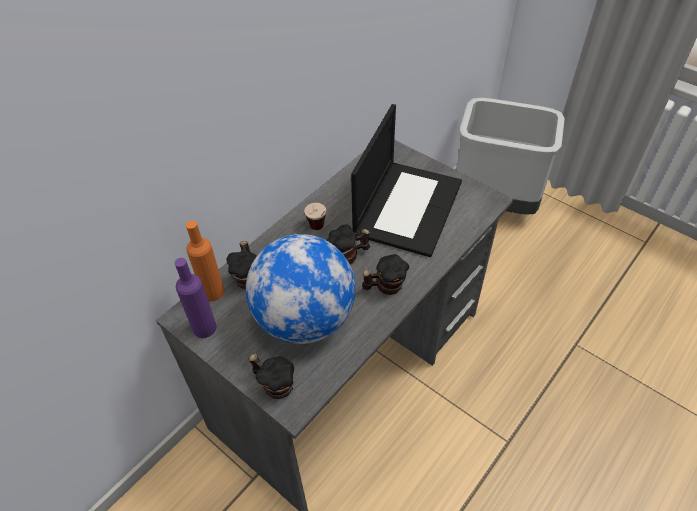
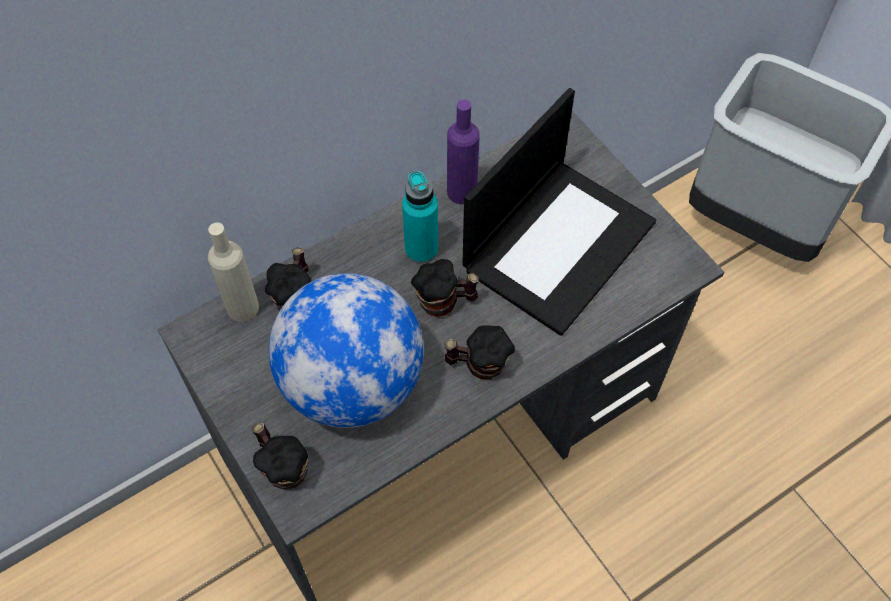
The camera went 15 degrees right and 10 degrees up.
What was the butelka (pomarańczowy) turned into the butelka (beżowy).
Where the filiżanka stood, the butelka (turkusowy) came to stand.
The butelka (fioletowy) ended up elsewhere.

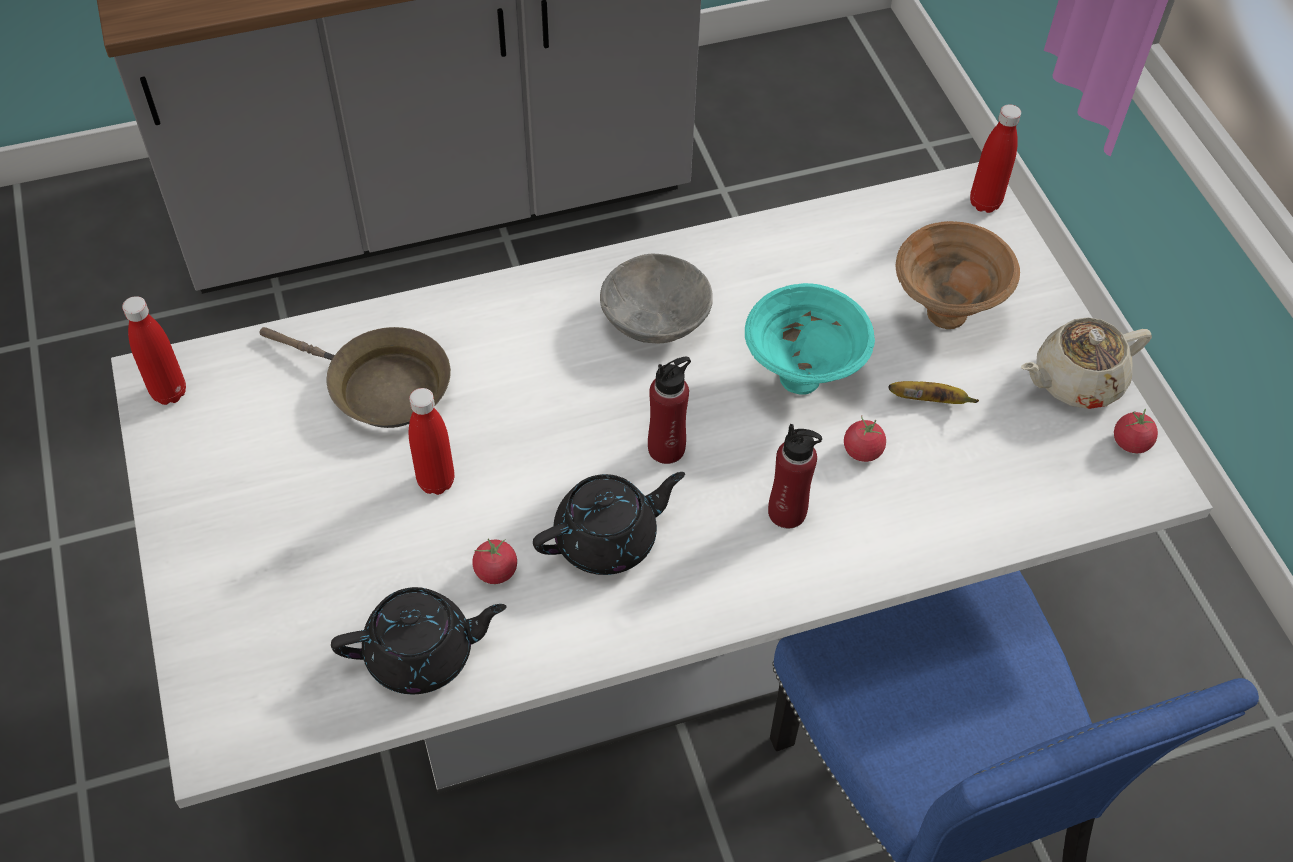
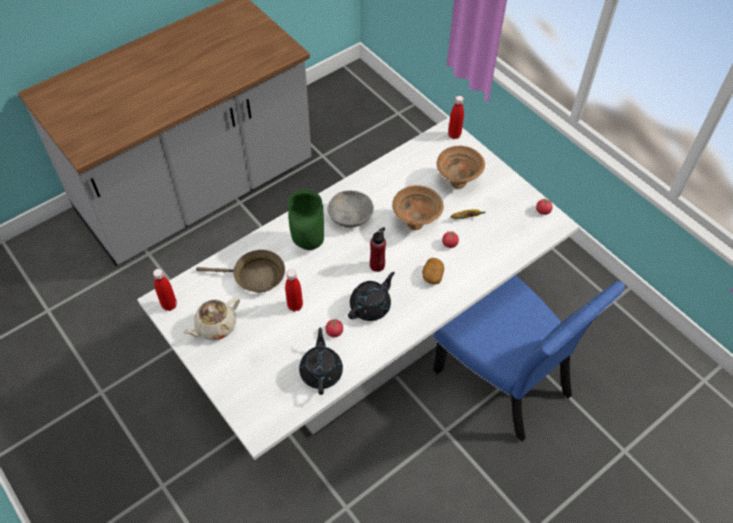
The camera went 20 degrees left and 0 degrees up.
The imbryk (beżowy) ended up elsewhere.
The second view gained the wazon (zielony).
The imbryk (czarny) (1st from left) ended up facing another way, 60 degrees counterclockwise from before.
What was the miska (turkusowy) turned into the miska (brązowy) (1st from left).
Where the butelka (czerwony) (4th from left) stood, the ziemniak came to stand.

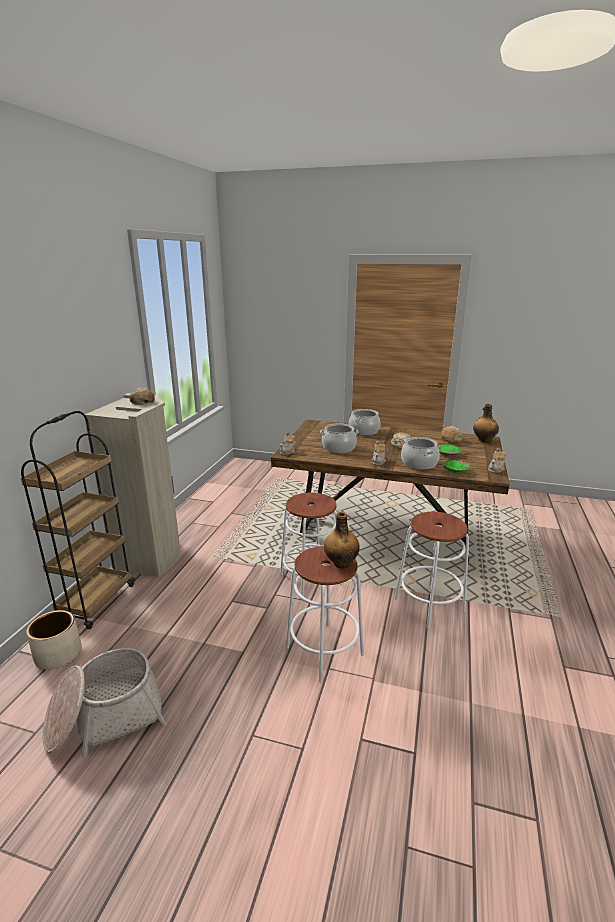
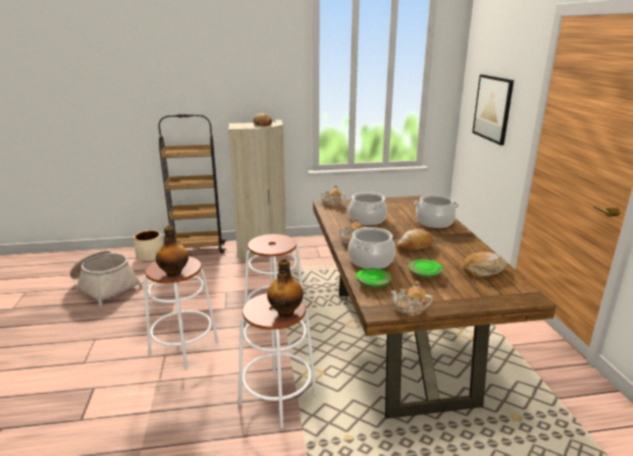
The camera went 65 degrees right and 0 degrees up.
The butelka (2nd from left) ended up elsewhere.
The second view gained the obraz.

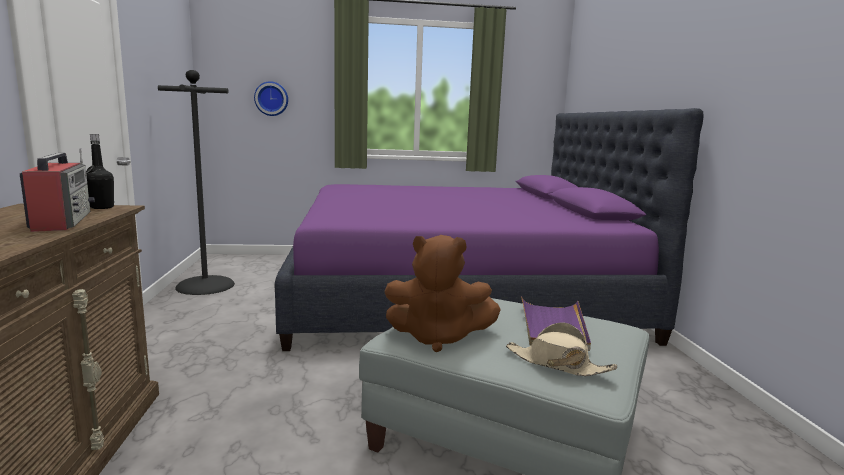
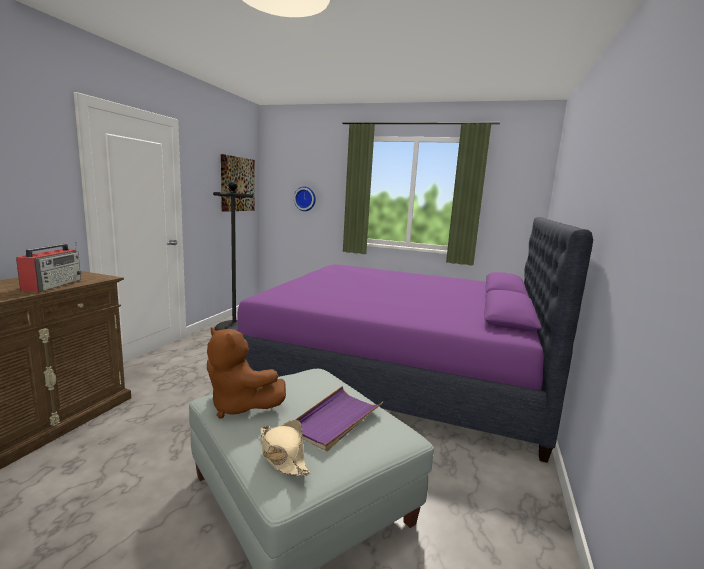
The camera went 25 degrees right and 0 degrees up.
The second view gained the obraz.
The second view lost the butelka (czarny).

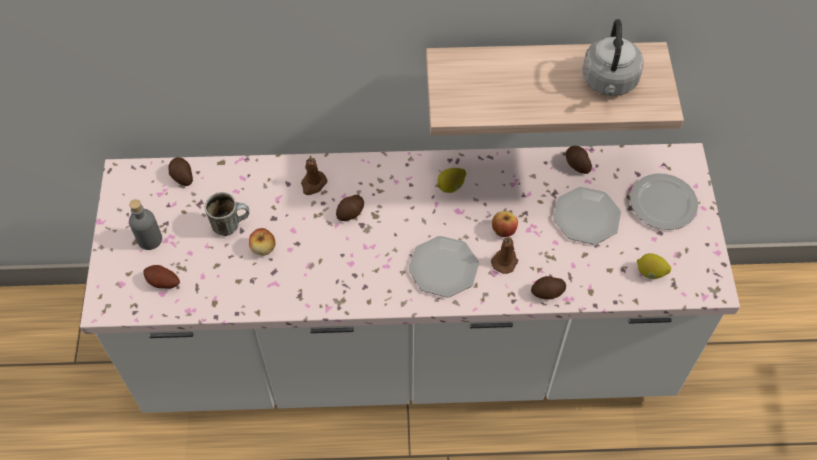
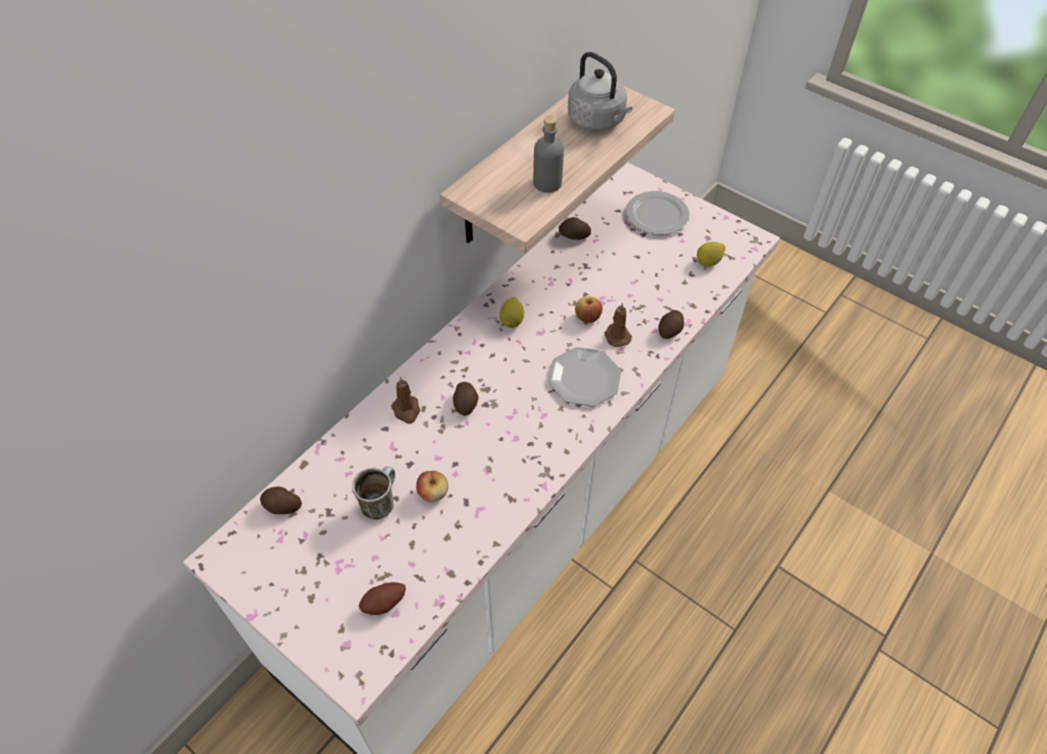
The camera went 50 degrees left and 5 degrees down.
The butelka (szary) ended up elsewhere.
The second view lost the talerz (2nd from left).

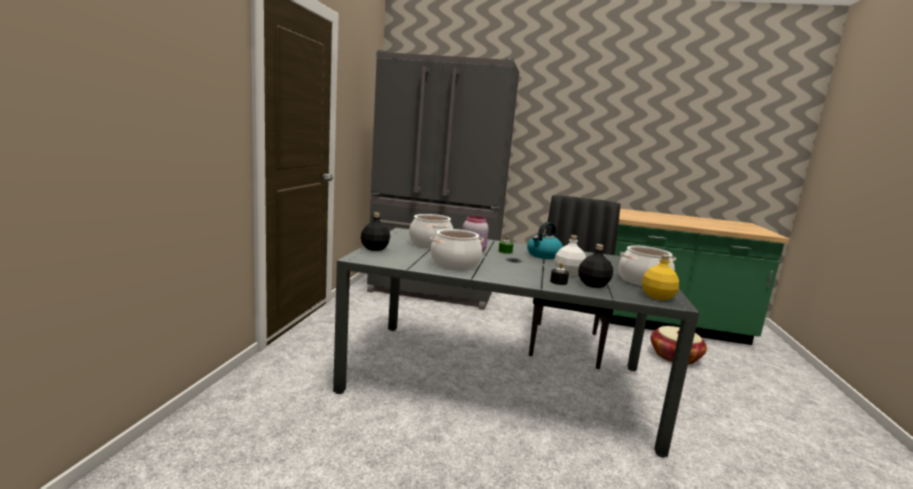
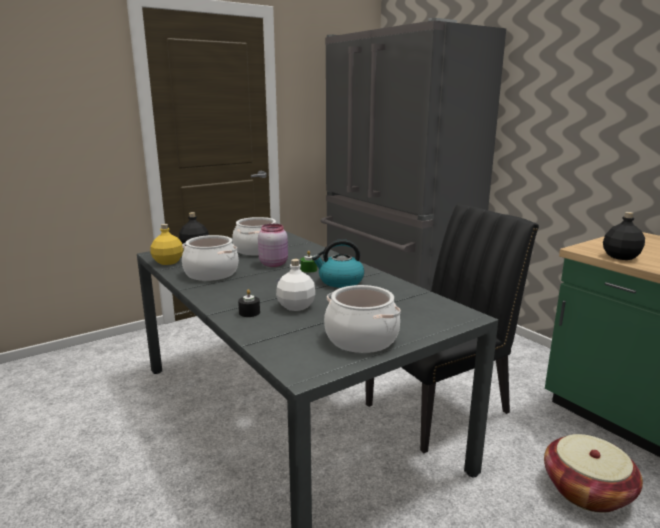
The camera went 45 degrees right and 5 degrees up.
The butelka (żółty) ended up elsewhere.
The butelka (czarny) (2nd from left) ended up elsewhere.

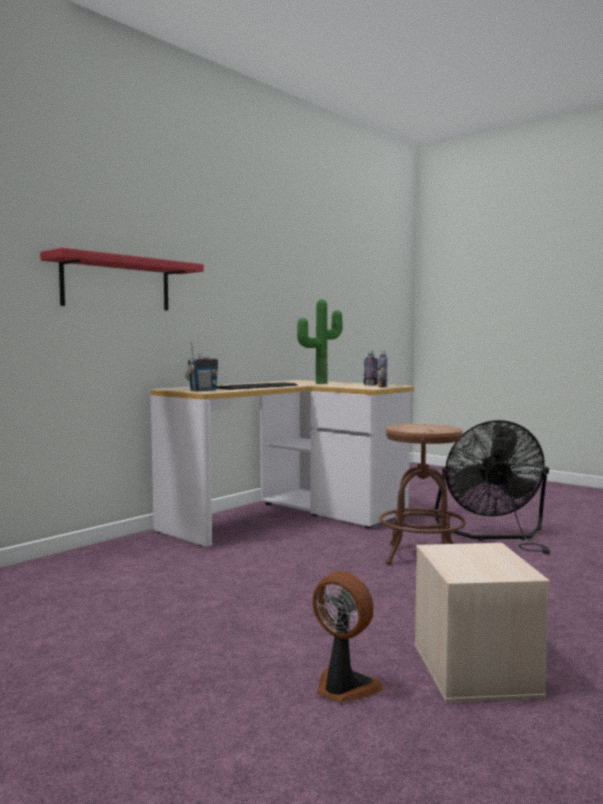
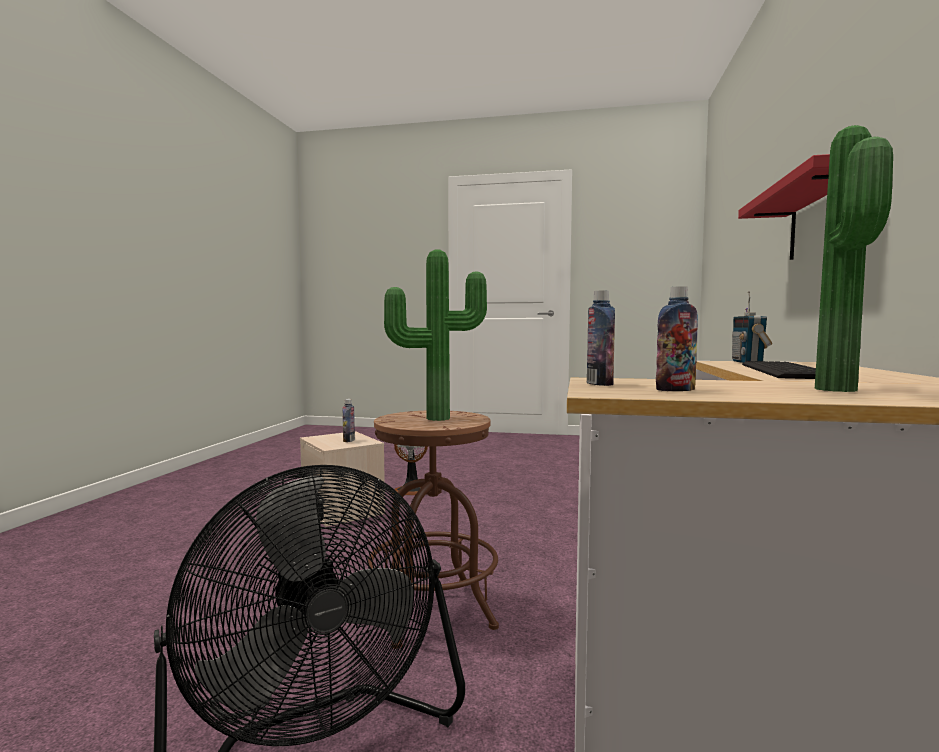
The camera went 150 degrees right and 0 degrees up.
The second view gained the butelka (1st from left).
The second view gained the roślina doniczkowa (1st from left).

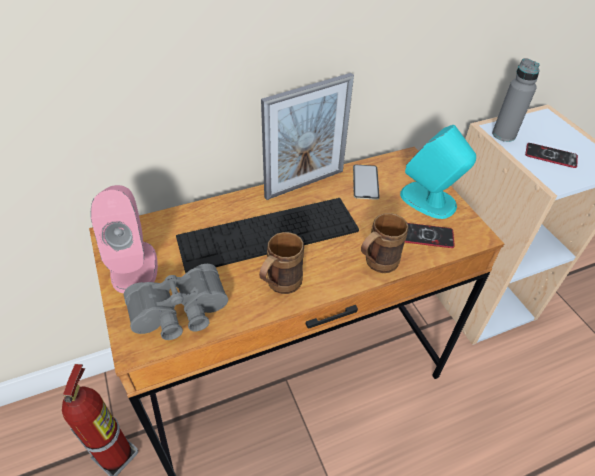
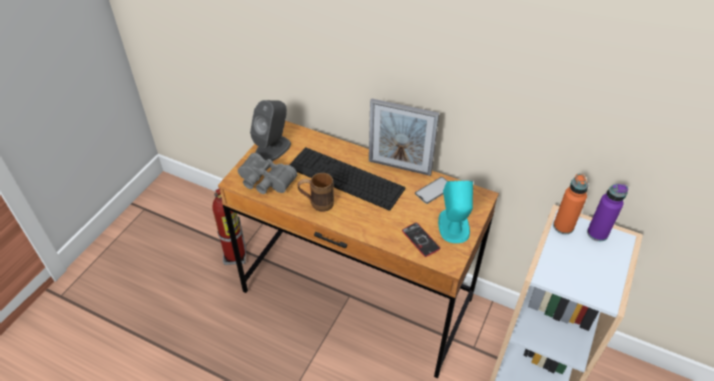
The camera went 50 degrees right and 0 degrees up.
What was the głośnik (różowy) turned into the głośnik (szary).
What was the butelka (szary) turned into the butelka (pomarańczowy).
The second view gained the butelka (fioletowy).
The second view lost the kubek (brązowy) (2nd from left).
The second view lost the telefon (3rd from left).

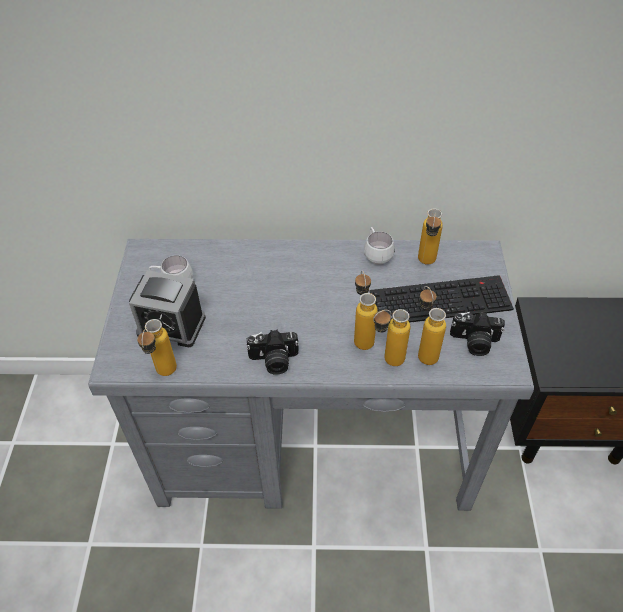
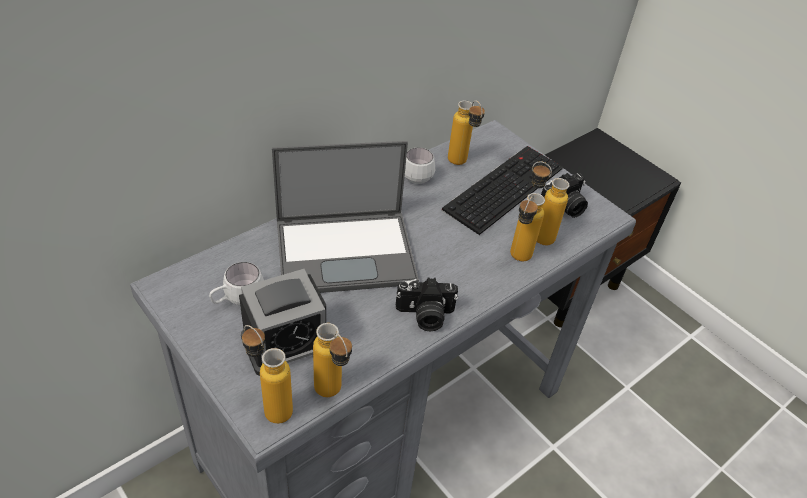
The camera went 45 degrees left and 5 degrees down.
The butelka (2nd from left in the first image) ended up elsewhere.
The second view gained the laptop.
The aparat fotograficzny (1st from left) ended up facing another way, 45 degrees clockwise from before.

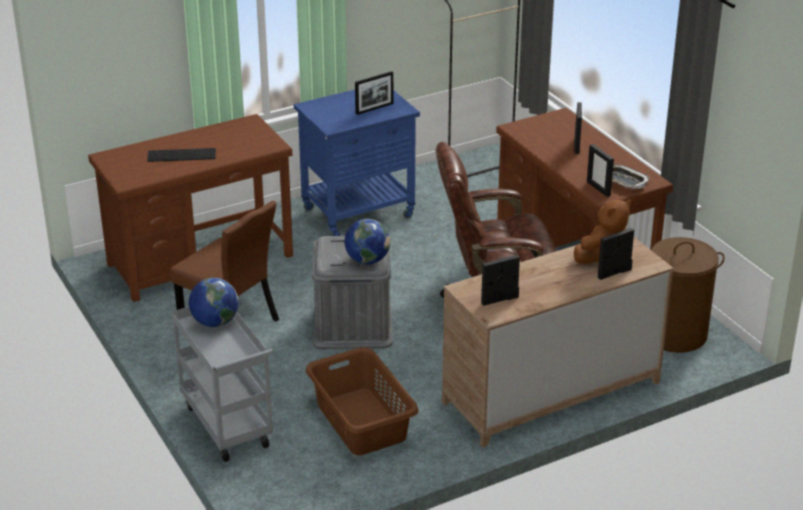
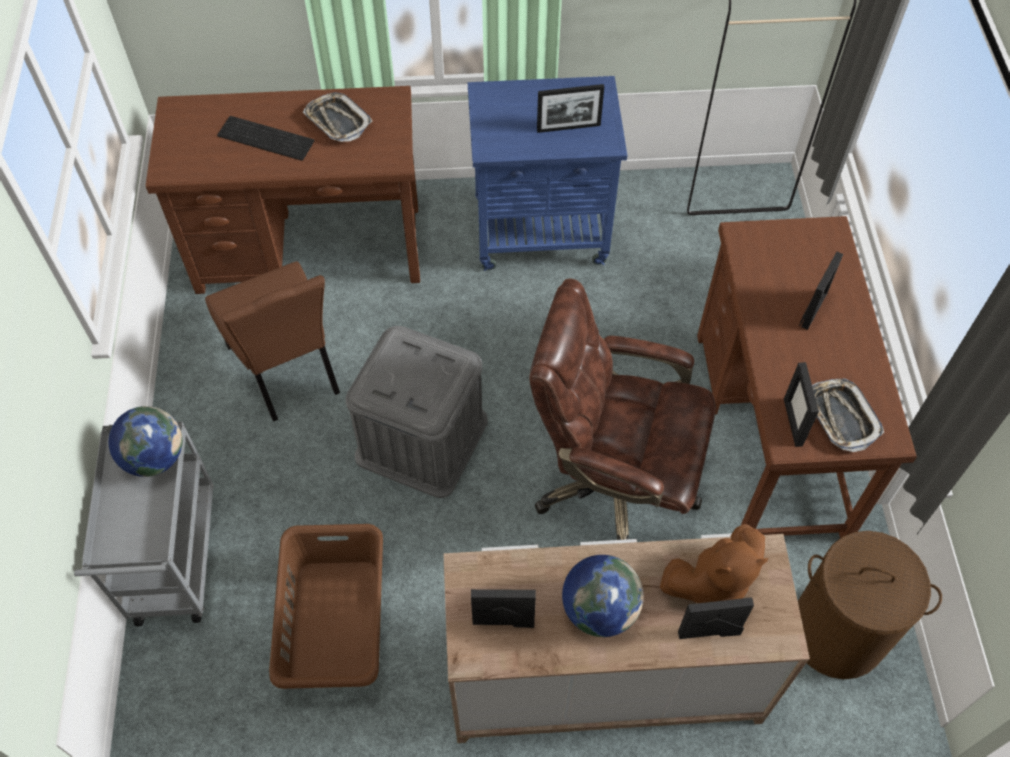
The camera went 25 degrees right and 25 degrees up.
The second view gained the taca (1st from left).
The globus (2nd from left) ended up elsewhere.

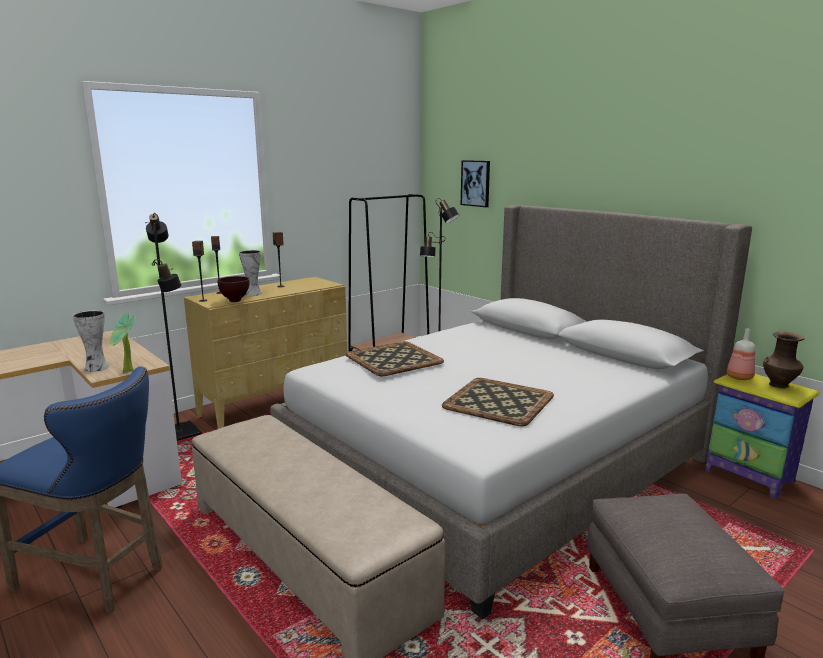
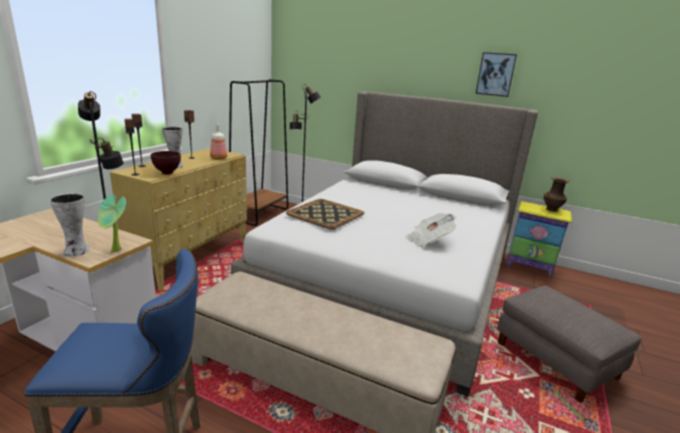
The camera went 25 degrees left and 5 degrees up.
The butelka ended up elsewhere.
Where the taca (2nd from left) stood, the gazeta came to stand.
The obraz ended up elsewhere.

